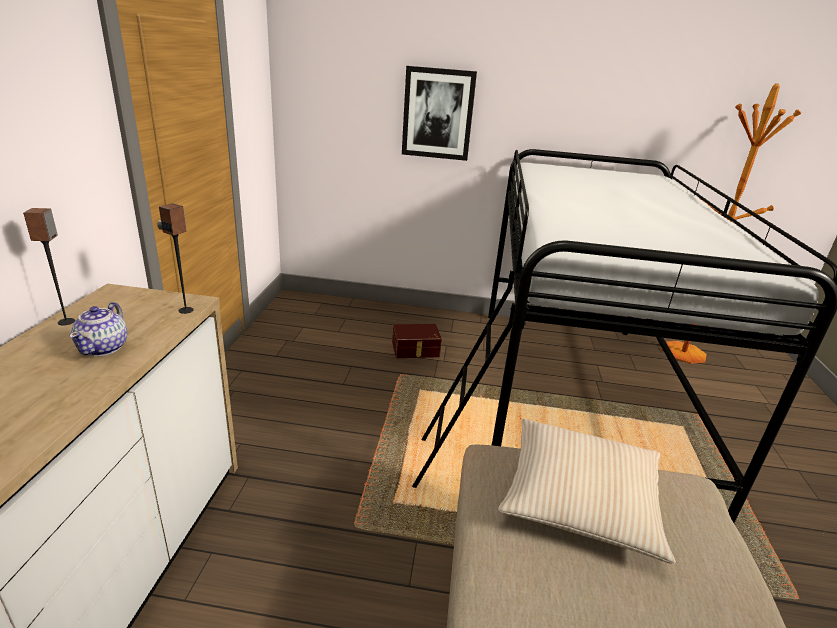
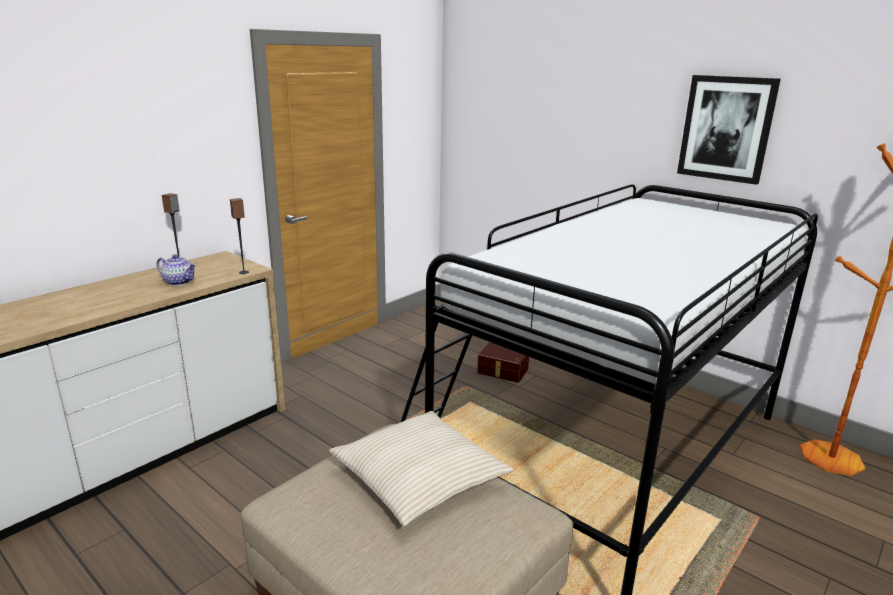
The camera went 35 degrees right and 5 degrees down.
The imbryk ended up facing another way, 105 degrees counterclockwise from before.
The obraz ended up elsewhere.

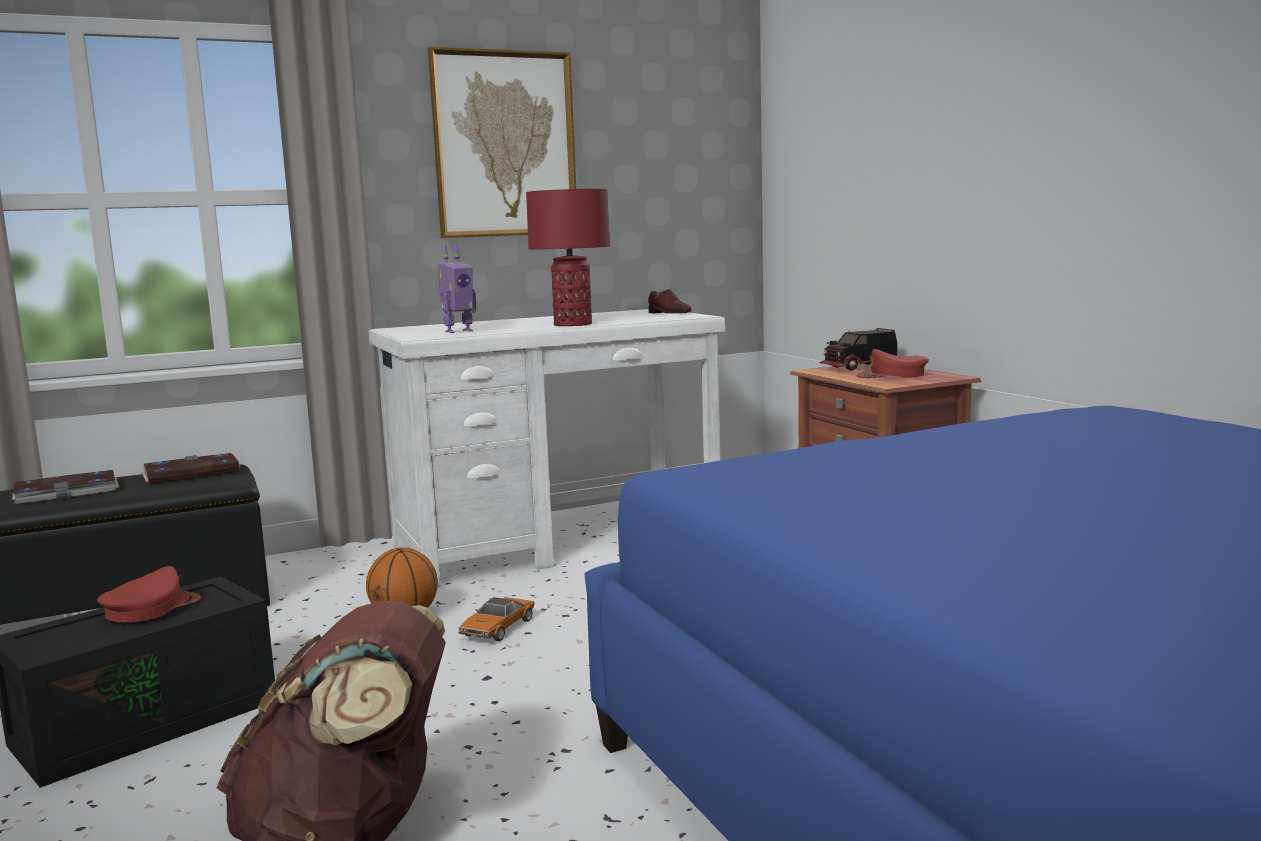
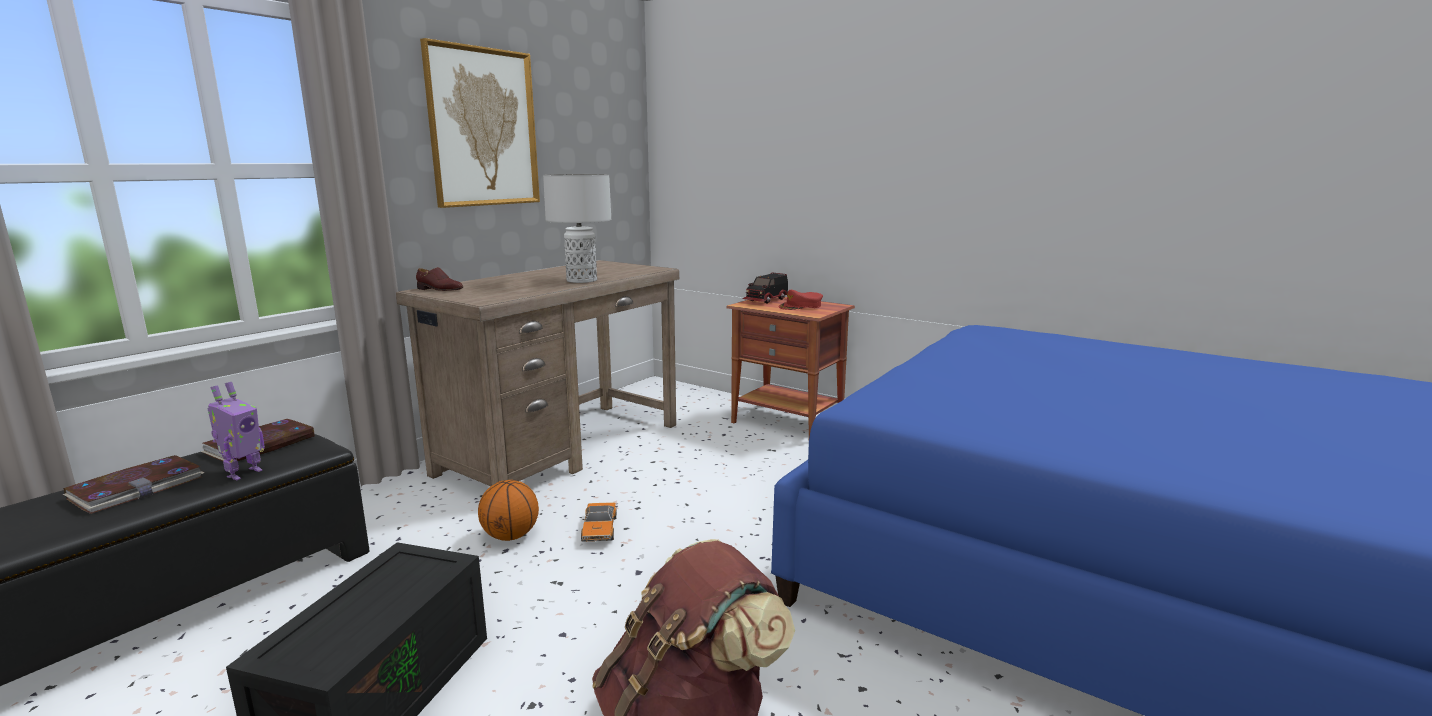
The camera went 30 degrees left and 5 degrees up.
The robot zabawkowy ended up elsewhere.
What was the biurko (biały) turned into the biurko (brązowy).
The but (brązowy) ended up elsewhere.
What was the lampa stołowa (czerwony) turned into the lampa stołowa (biały).
The second view lost the czapka z daszkiem (czerwony) (1st from left).

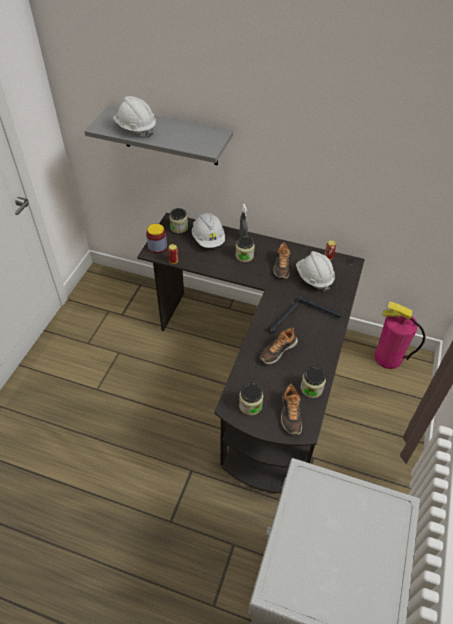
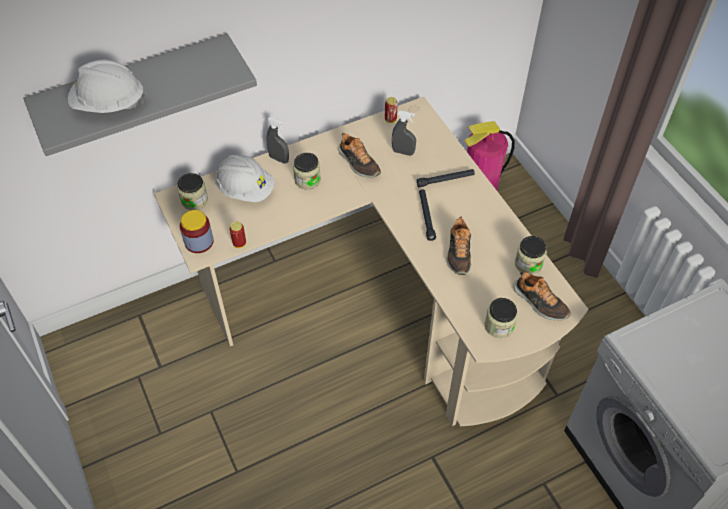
The camera went 45 degrees left and 5 degrees up.
What was the biurko (czarny) turned into the biurko (beżowy).
Where the kask (biały) (3rd from left) stood, the spryskiwacz (szary) (2nd from left) came to stand.

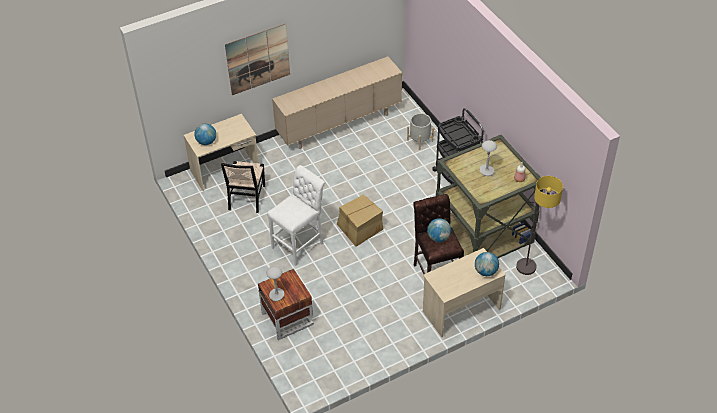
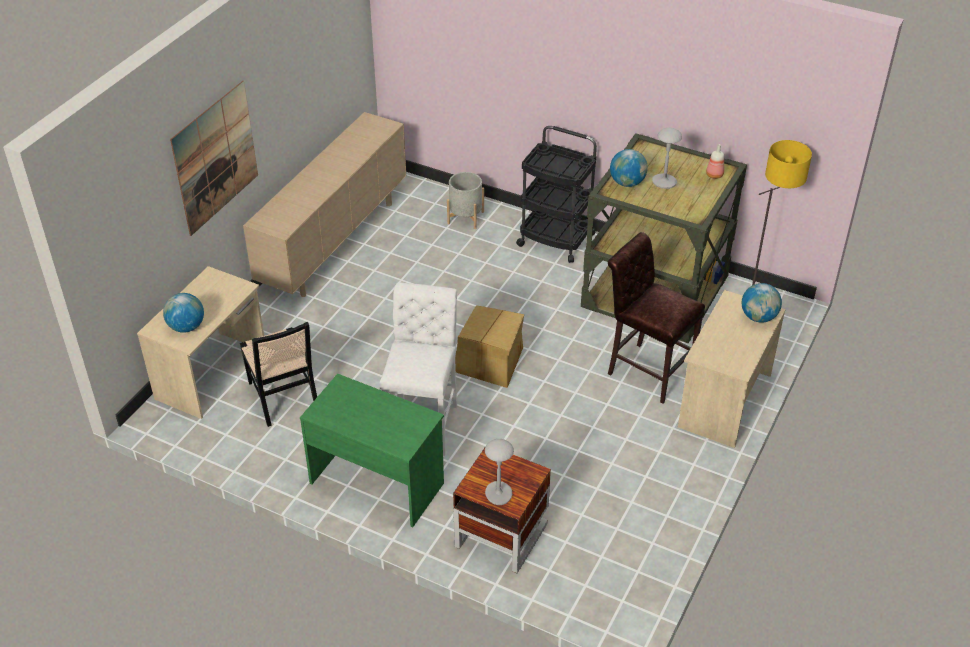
The camera went 35 degrees left and 5 degrees down.
The second view gained the biurko (zielony).
The globus (2nd from left) ended up elsewhere.

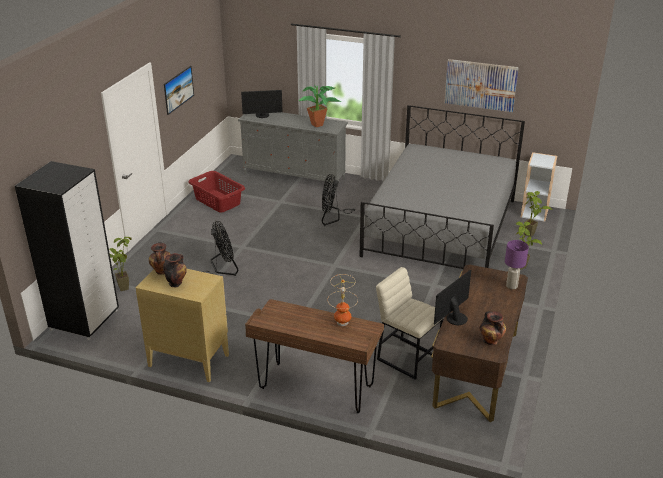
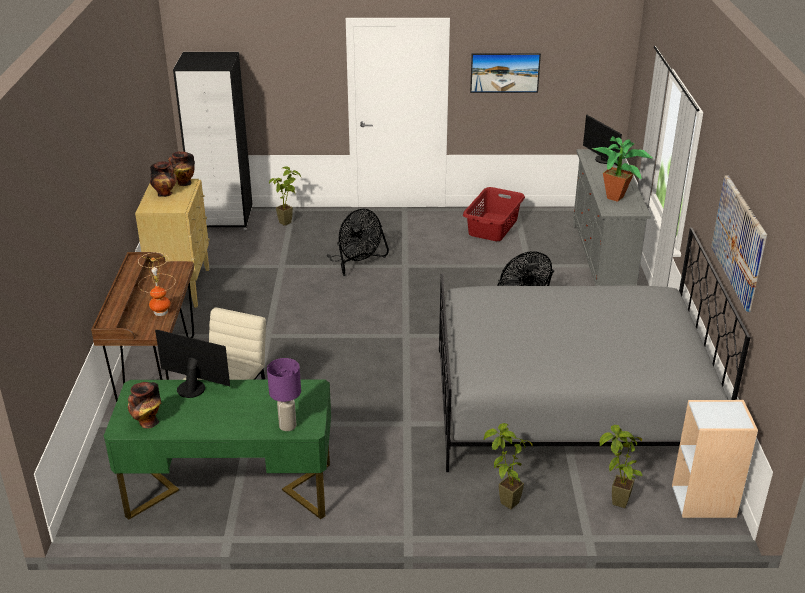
The camera went 70 degrees right and 0 degrees up.
What was the biurko (brązowy) (2nd from left) turned into the biurko (zielony).

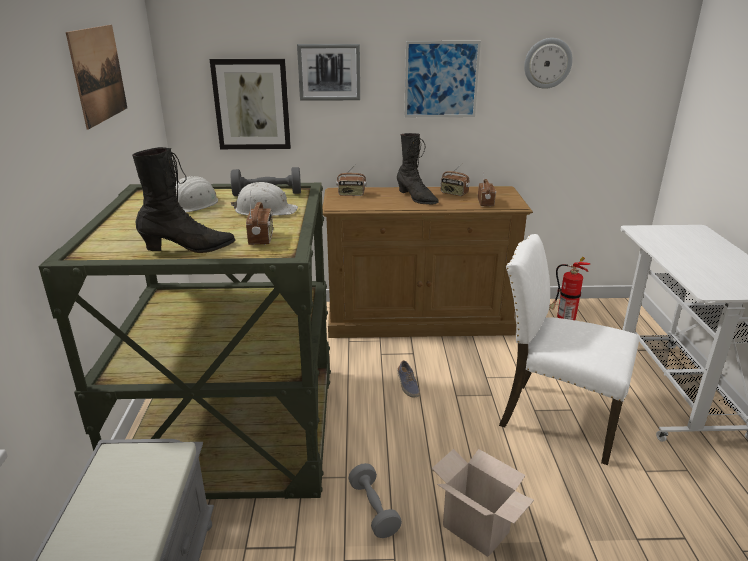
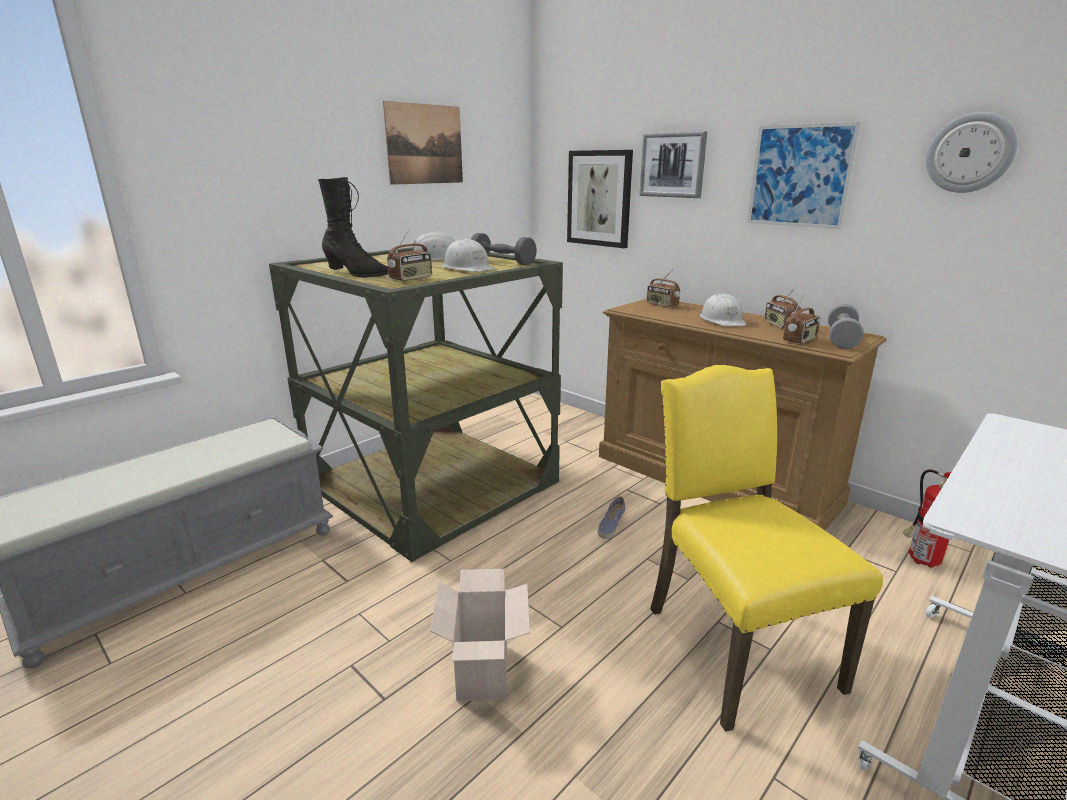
The camera went 45 degrees right and 5 degrees down.
What was the krzesło (biały) turned into the krzesło (żółty).
Where the but z cholewką (czarny) (2nd from left) stood, the kask (biały) (3rd from left) came to stand.
The hantel (szary) (2nd from left) ended up elsewhere.

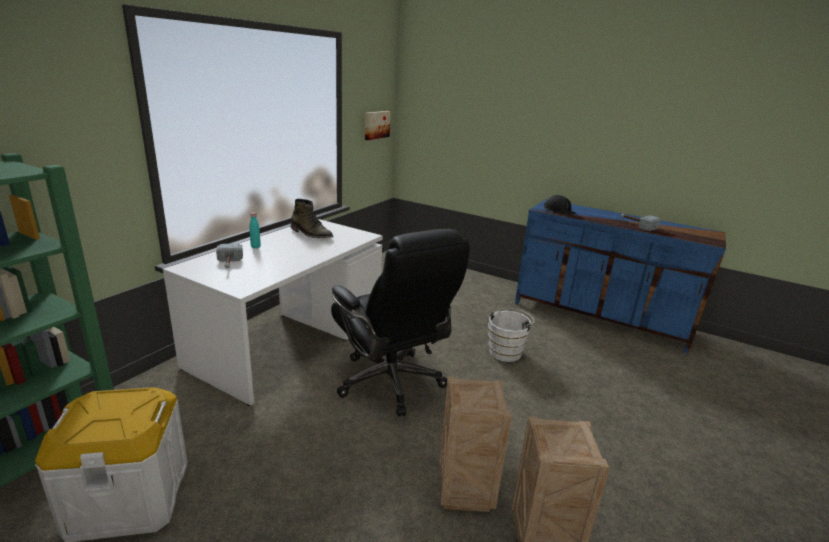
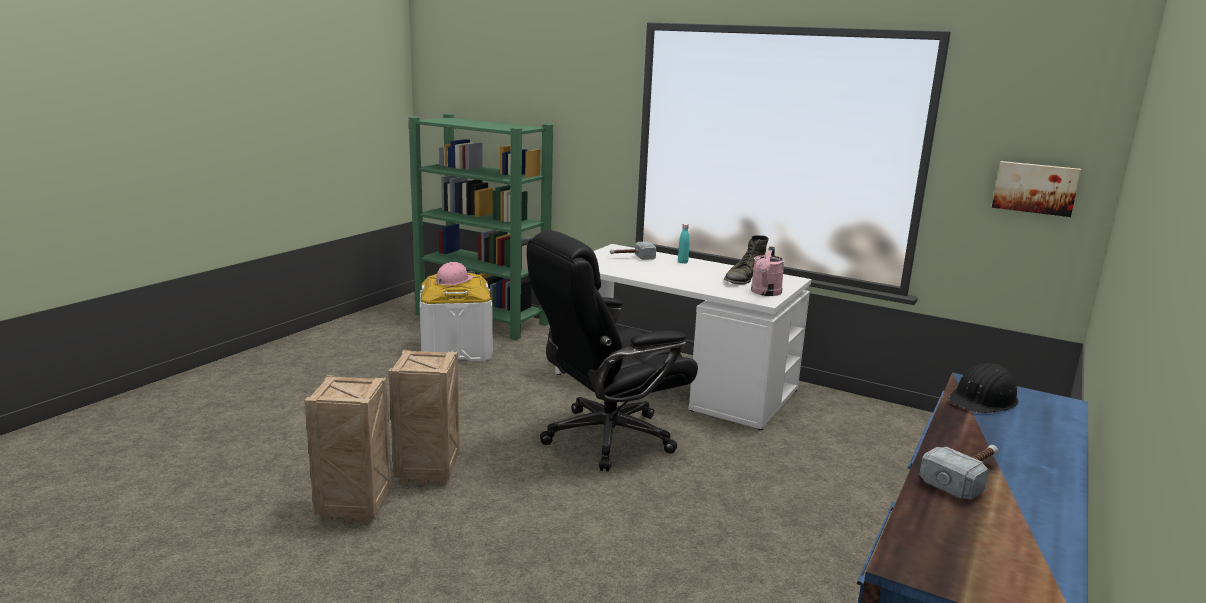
The camera went 90 degrees right and 5 degrees down.
The second view gained the kask (różowy).
The second view gained the konewka (różowy).
The second view lost the wiadro (biały).

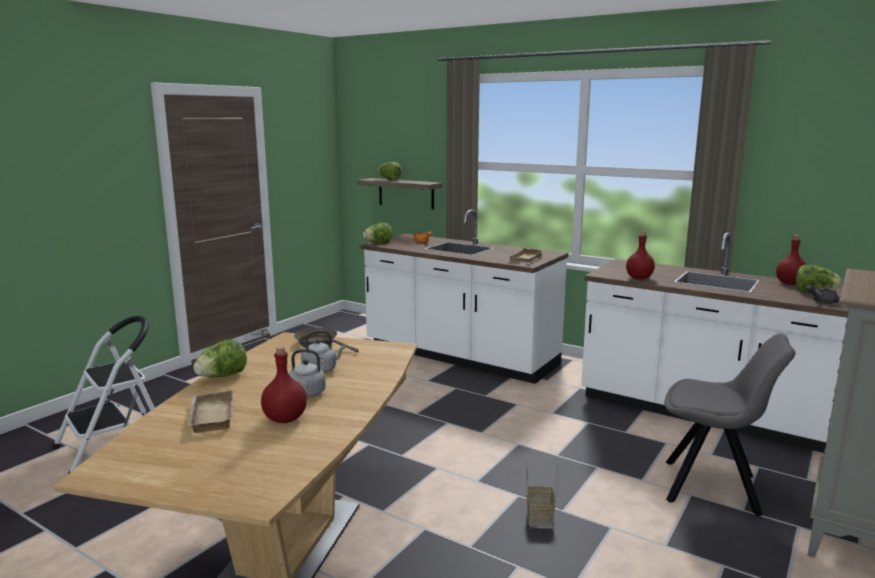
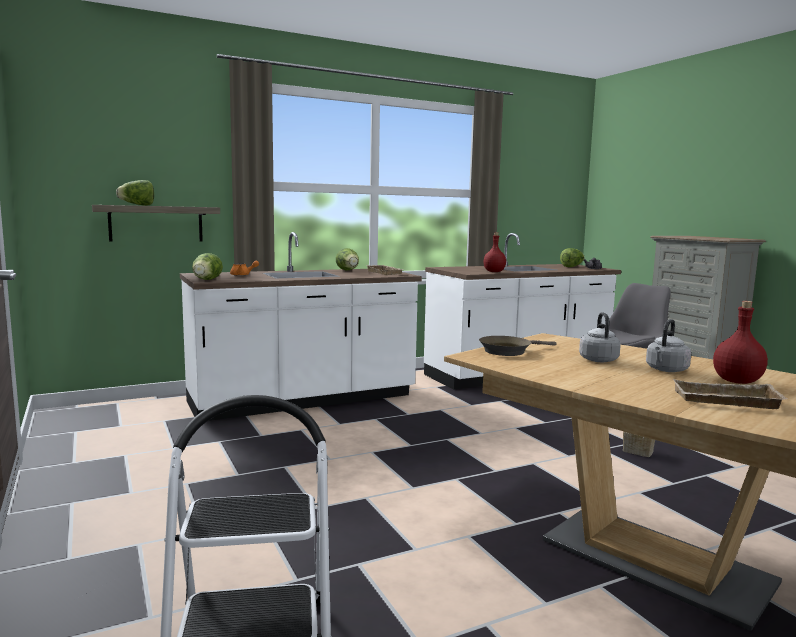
The camera went 60 degrees left and 5 degrees down.
The sałata (1st from left in the first image) ended up elsewhere.
The second view lost the butelka (czerwony) (3rd from left).

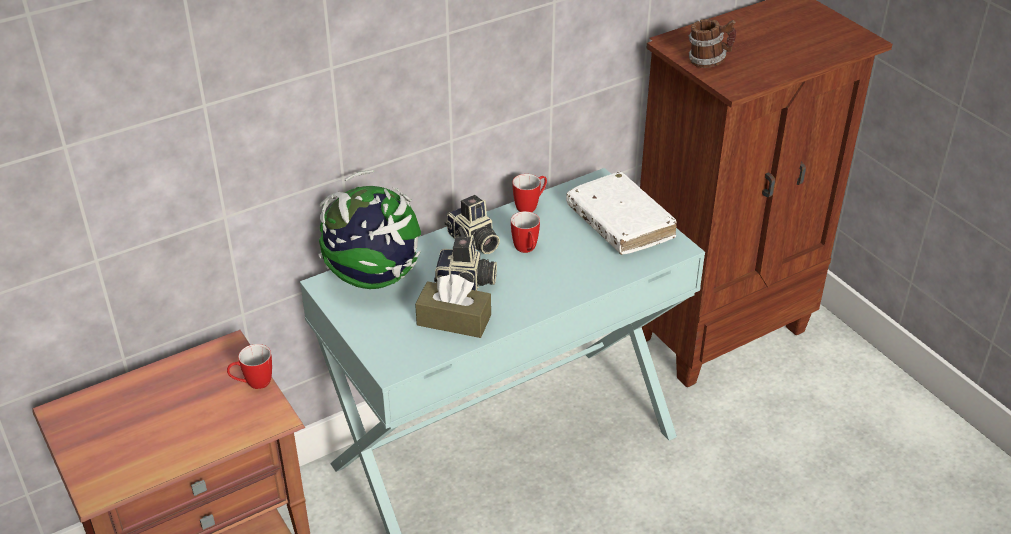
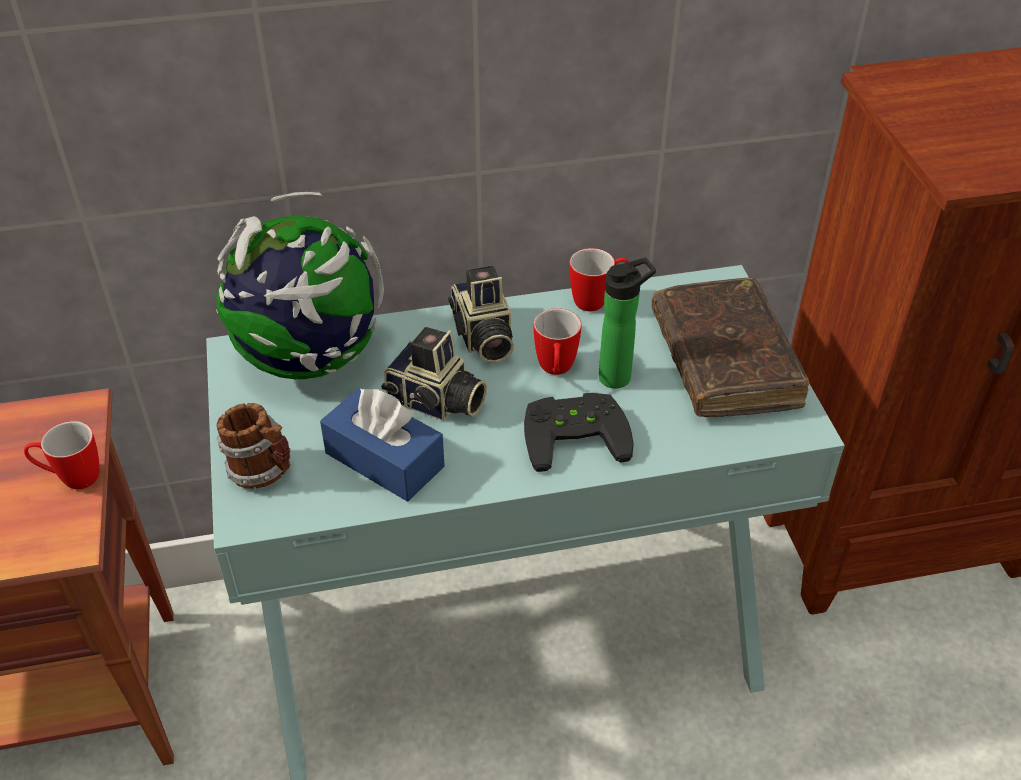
The camera went 20 degrees right and 5 degrees up.
The kubek (4th from left in the first image) ended up elsewhere.
What was the pudełko chusteczek (brązowy) turned into the pudełko chusteczek (niebieski).
The second view gained the pad do gier (czarny).
The second view gained the butelka.
What was the książka (biały) turned into the książka (brązowy).

